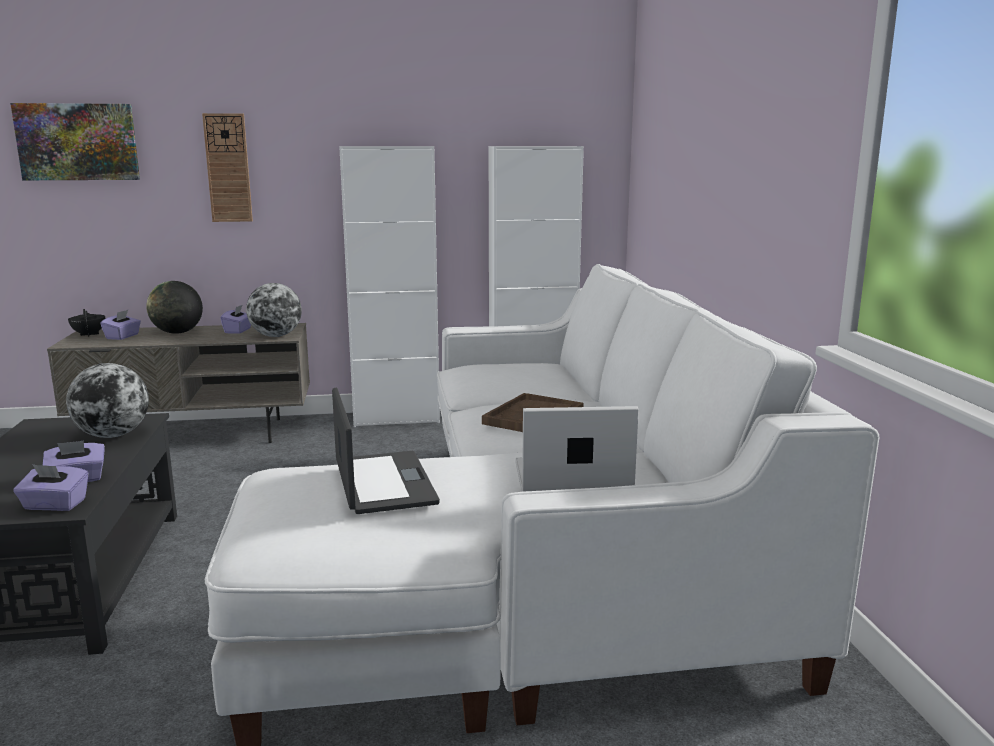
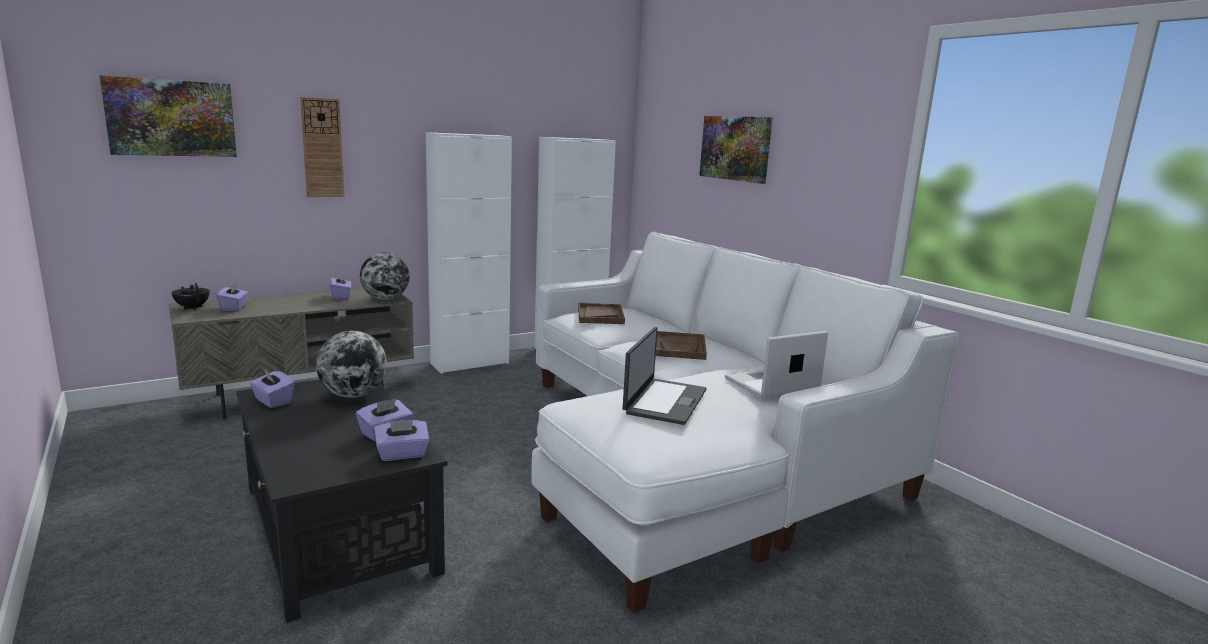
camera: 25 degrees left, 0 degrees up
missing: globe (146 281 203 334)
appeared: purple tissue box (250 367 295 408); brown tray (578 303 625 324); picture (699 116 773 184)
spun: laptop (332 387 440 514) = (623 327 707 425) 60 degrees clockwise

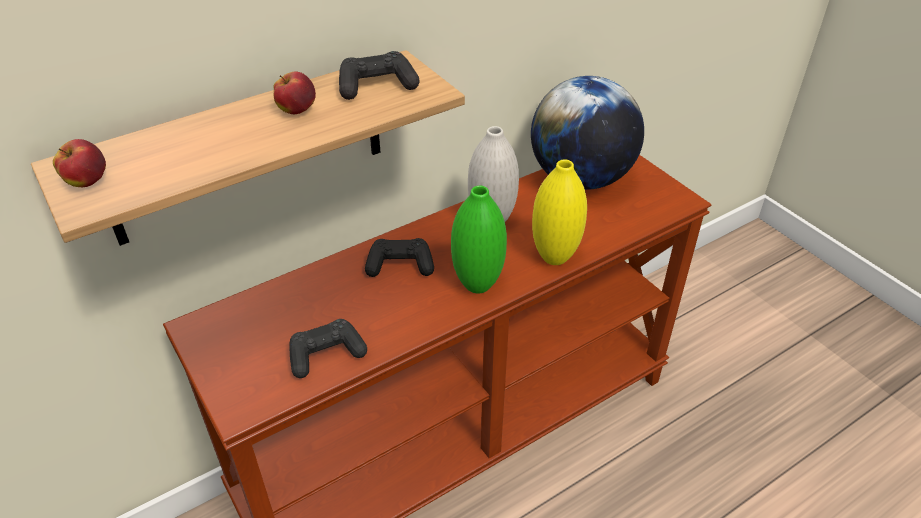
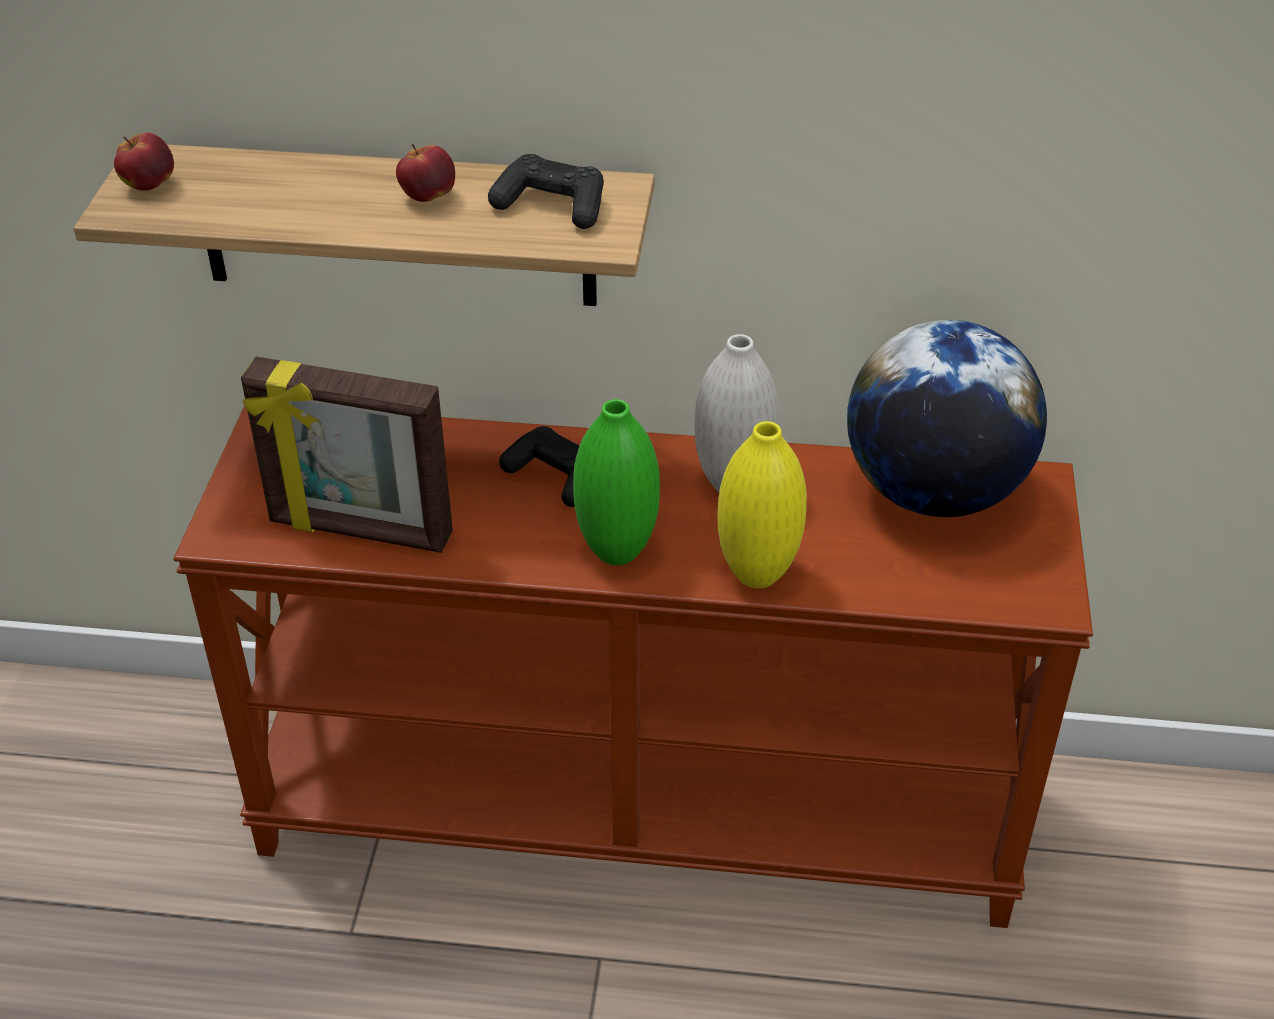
camera: 40 degrees right, 0 degrees up
exchanged: black game controller (289 319 367 378) to picture frame (241 357 453 553)

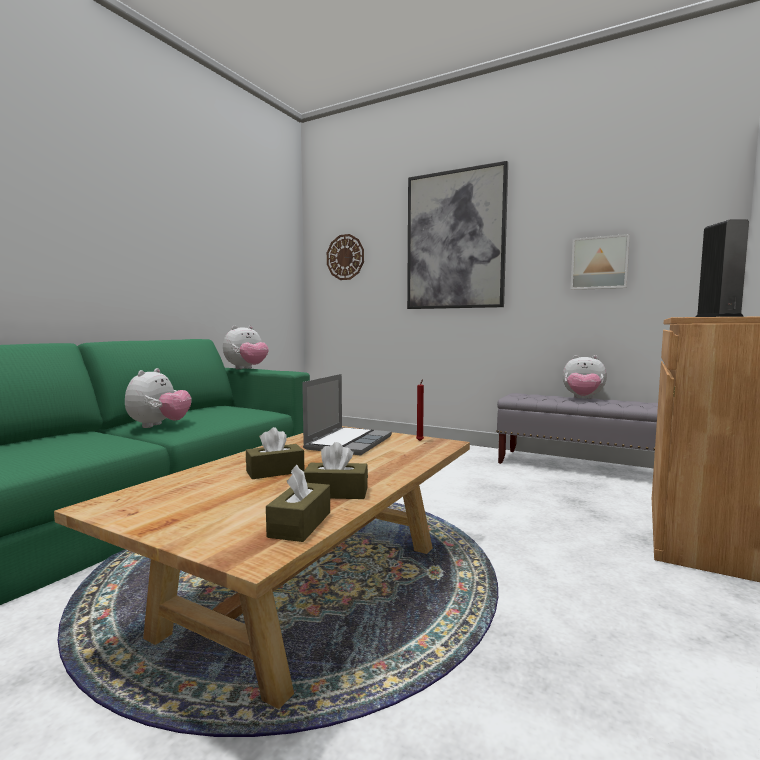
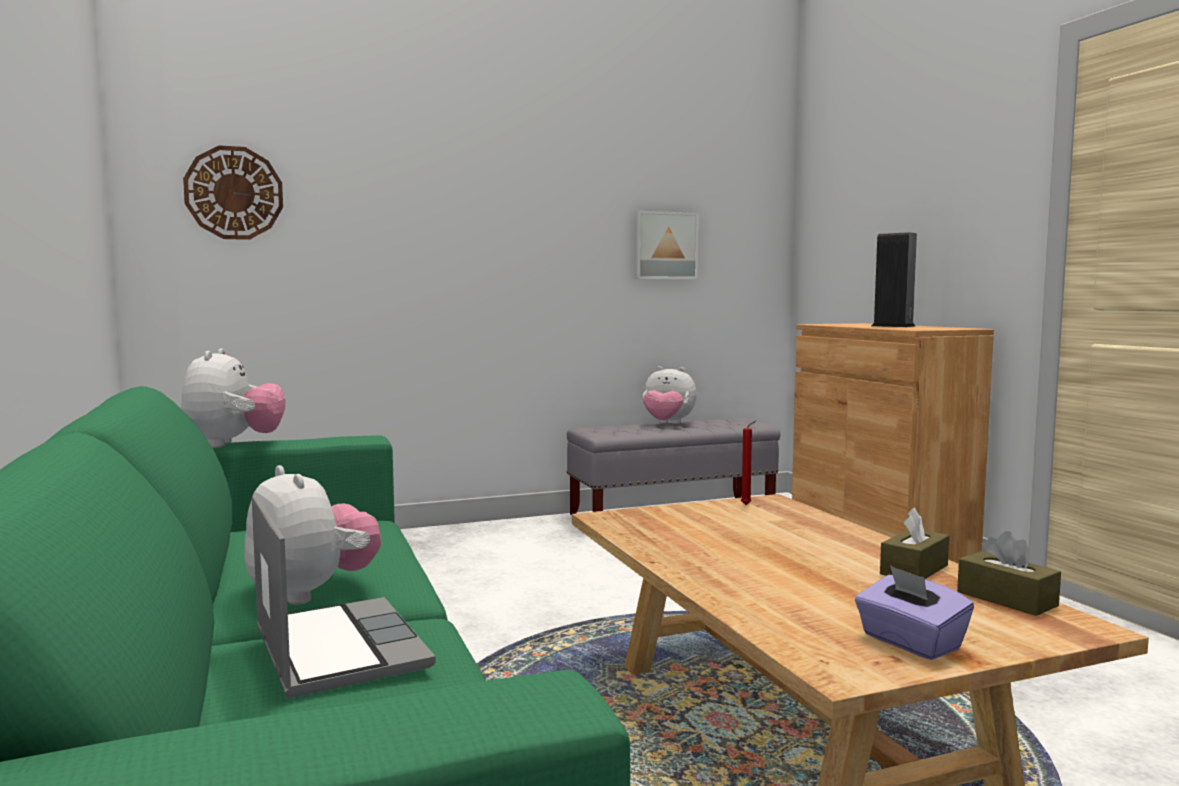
camera: 50 degrees left, 0 degrees up
missing: brown tissue box (246 427 304 479); picture (407 161 508 309)
appeared: purple tissue box (855 565 974 660)
relocated: laptop (302 374 392 455) to (252 495 436 698)
spun: plush toy (563 355 607 399) = (642 366 697 424) 45 degrees clockwise

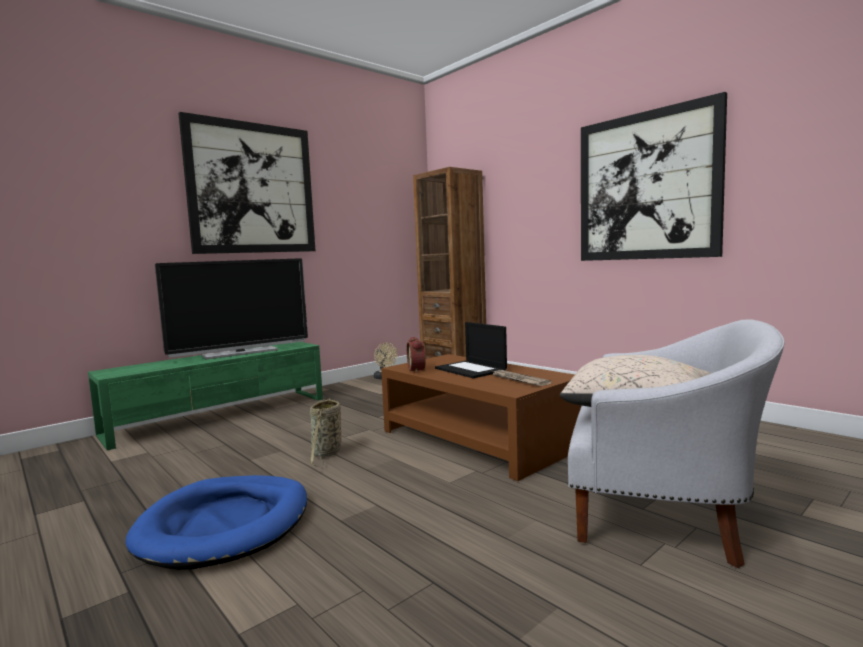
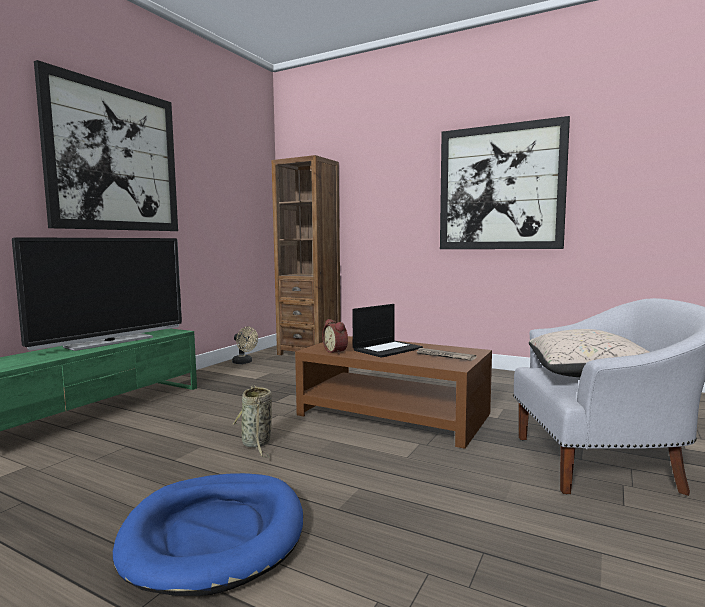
camera: 20 degrees left, 0 degrees up
spun: laptop (435 322 507 378) = (352 304 423 358) 75 degrees counterclockwise

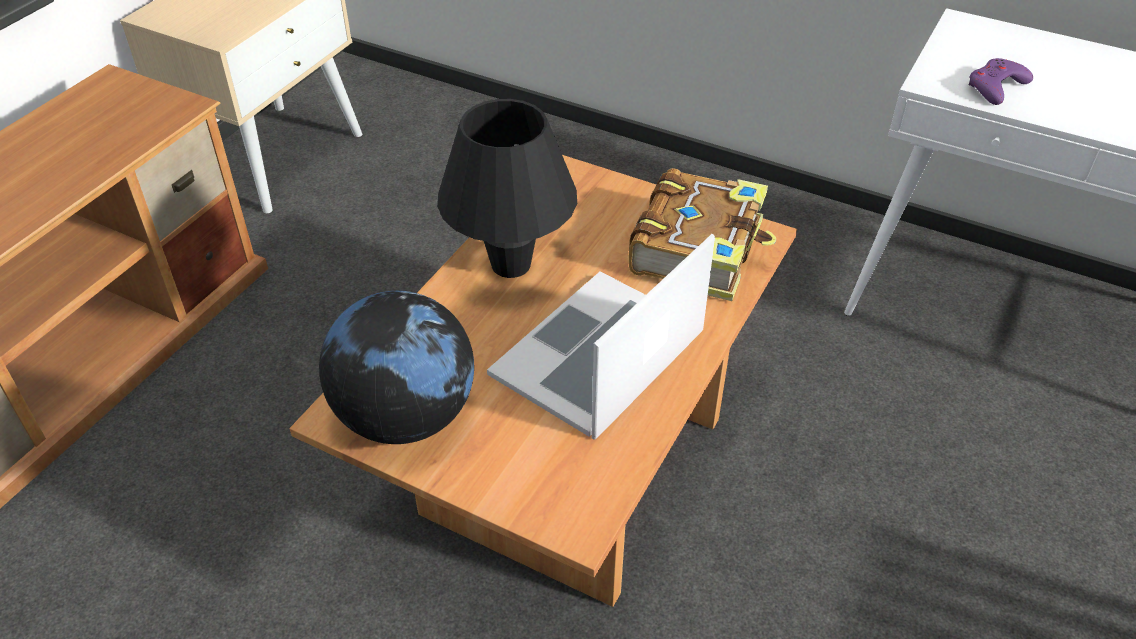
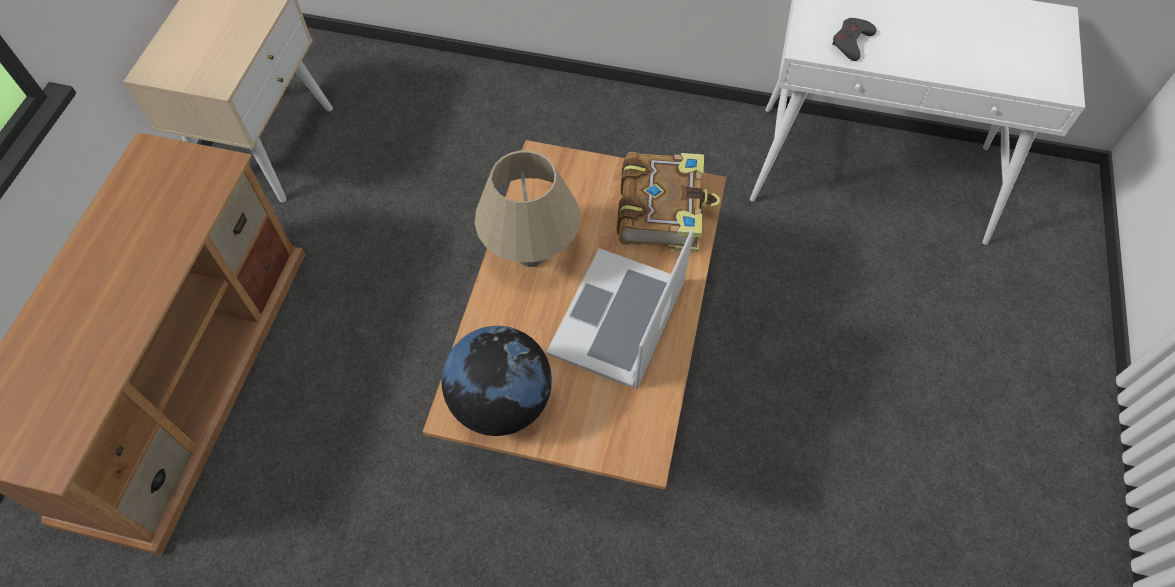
camera: 15 degrees left, 15 degrees up
colour: black table lamp (437 99 577 278) to beige table lamp (475 150 580 267); purple game controller (968 58 1033 105) to grey game controller (832 18 877 61)

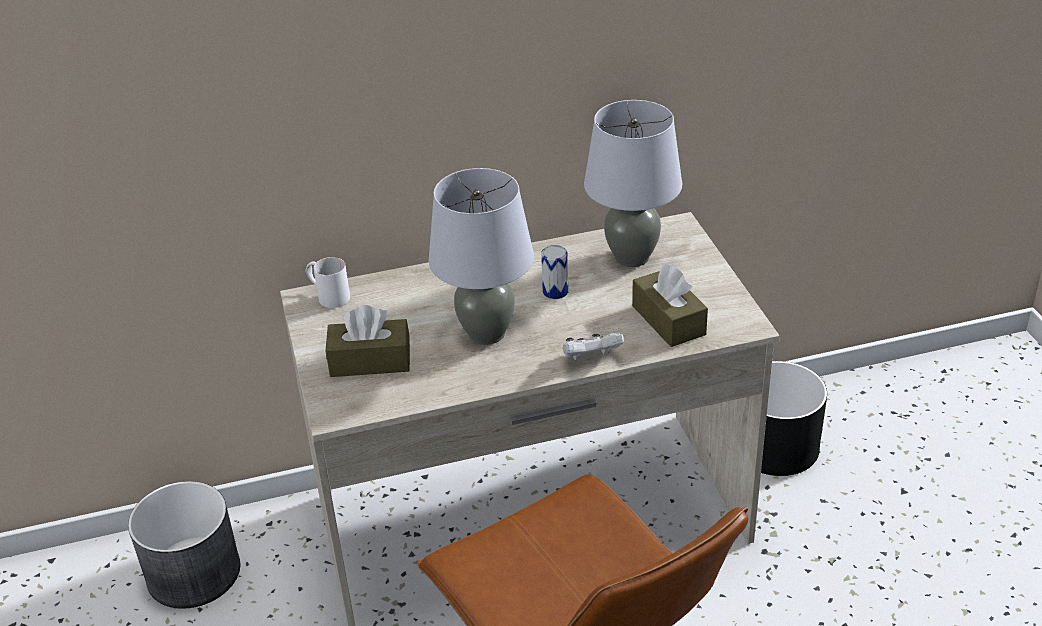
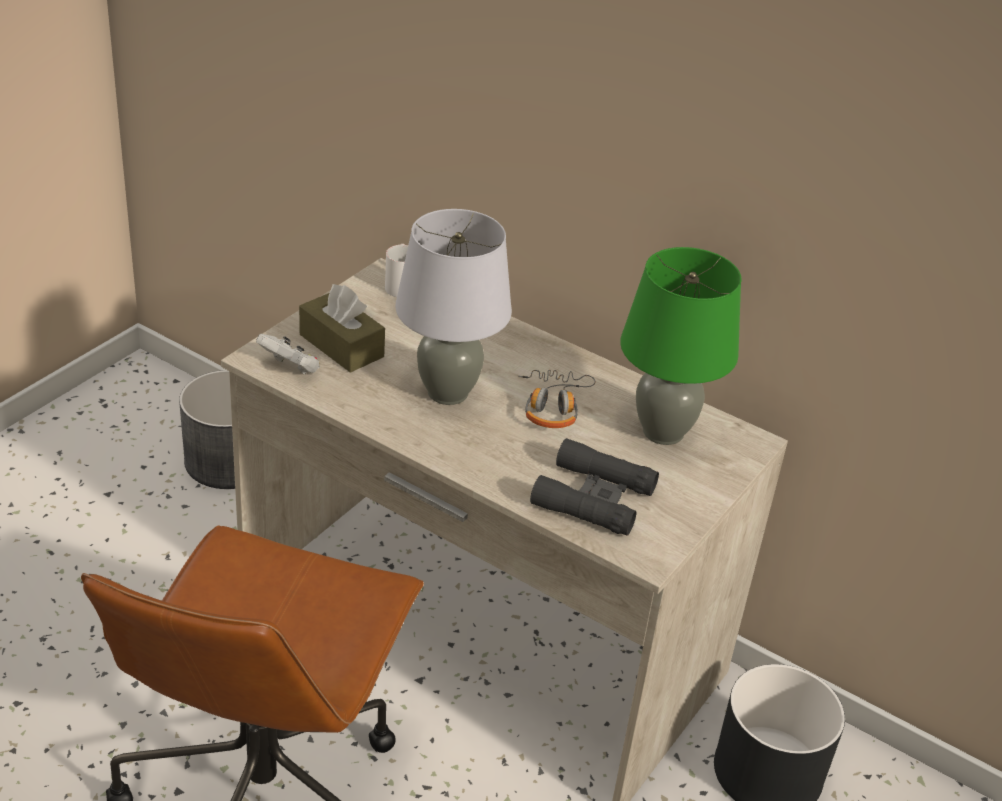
camera: 45 degrees right, 0 degrees up
relocated: white game controller (563 333 624 361) to (256 334 319 374)
exchanged: can (541 245 568 299) to headphones (518 370 596 428); brown tissue box (632 263 708 347) to black binoculars (530 438 659 536)
colour: grey table lamp (584 100 682 267) to green table lamp (620 247 742 445)

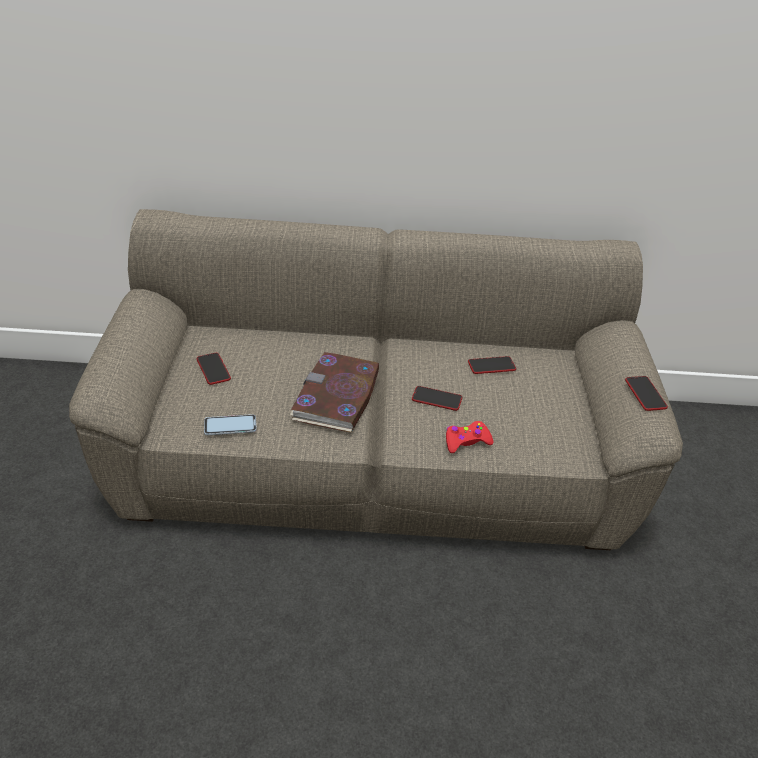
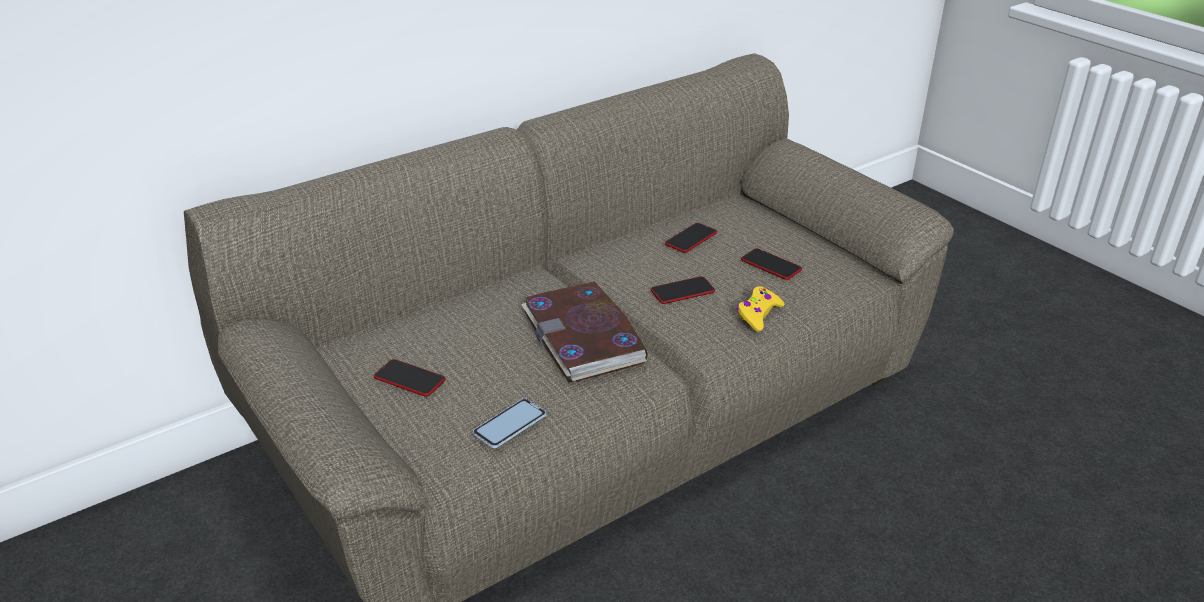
camera: 35 degrees left, 5 degrees down
relocated: phone (625 376 668 411) to (741 248 802 280)
colour: red game controller (446 421 493 453) to yellow game controller (736 286 785 331)

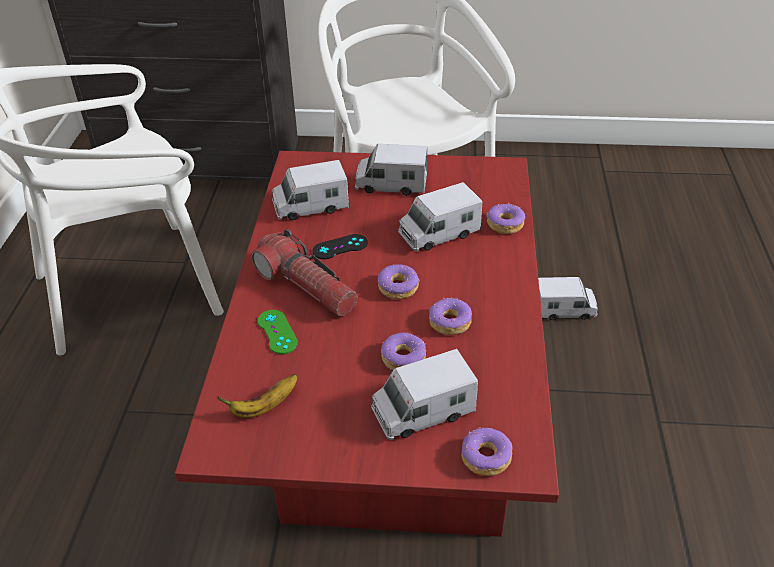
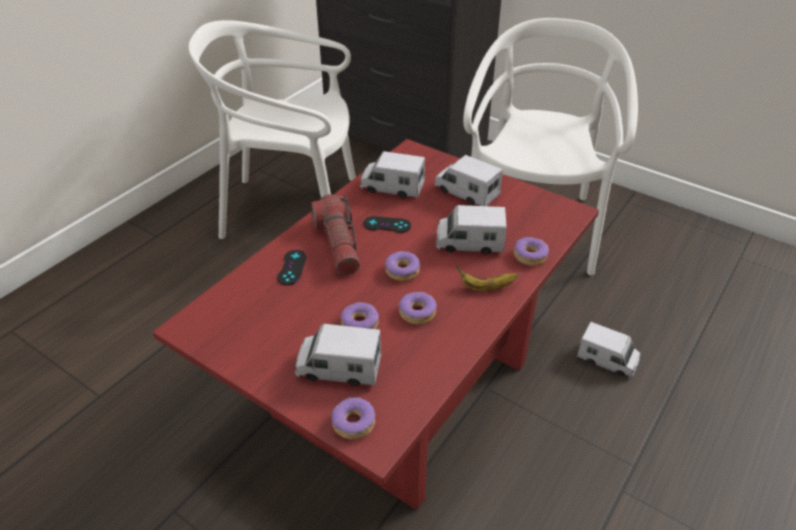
camera: 30 degrees right, 0 degrees up
relocated: banana (217 374 298 418) to (456 266 518 291)
colour: green game controller (258 310 298 354) to black game controller (277 250 307 285)

